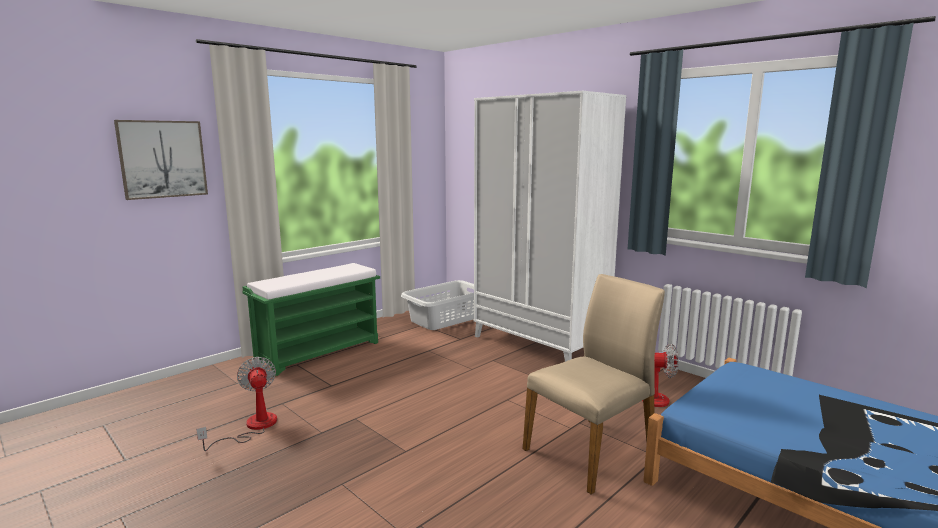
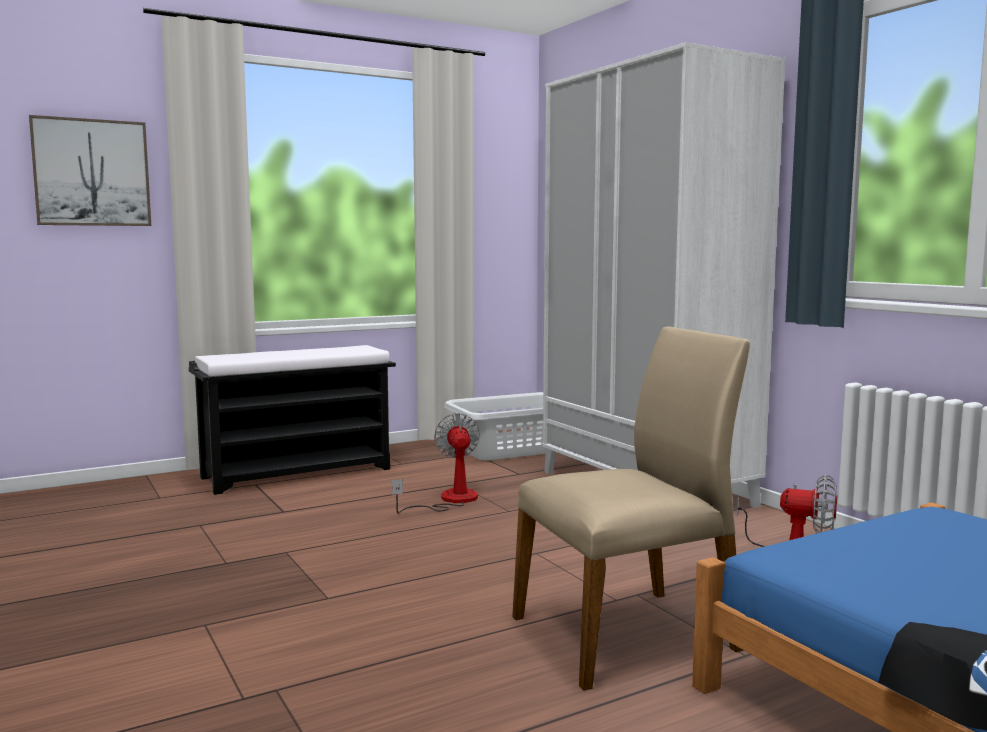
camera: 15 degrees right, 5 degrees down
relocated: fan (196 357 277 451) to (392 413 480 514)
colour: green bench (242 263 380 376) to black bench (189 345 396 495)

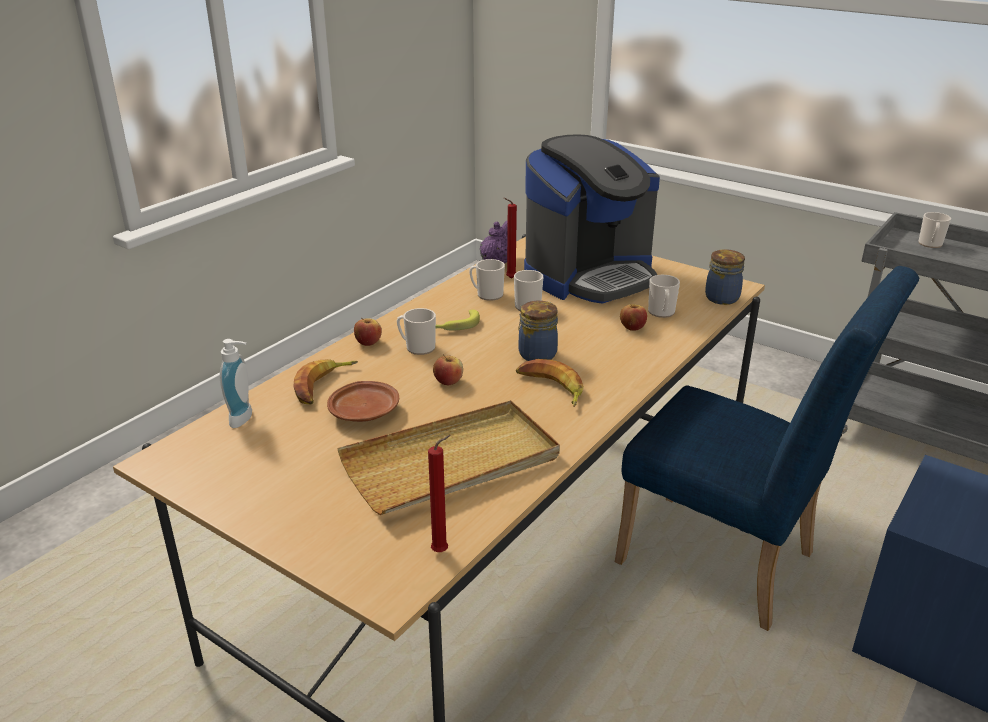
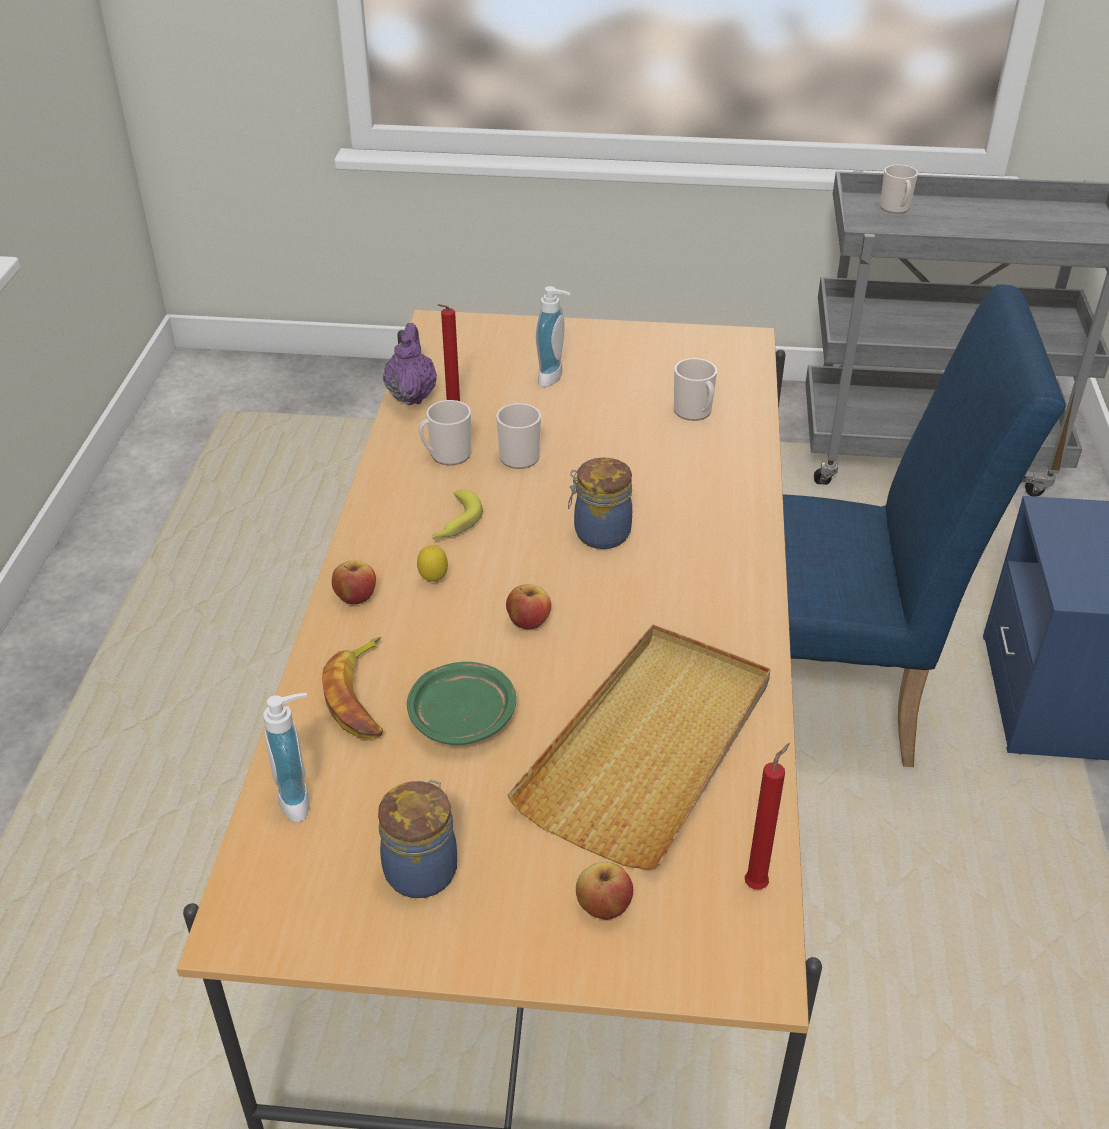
camera: 30 degrees left, 10 degrees up
missing: banana (516 359 584 407)
relocated: apple (620 304 647 331) to (576 862 633 920); jar (705 249 745 305) to (378 780 457 898)
exchanged: mug (397 308 436 355) to lemon (417 545 448 582); coffee machine (524 134 660 304) to soap dispenser (536 286 570 387)
colour: brown plate (327 381 399 422) to green plate (407 662 516 745)

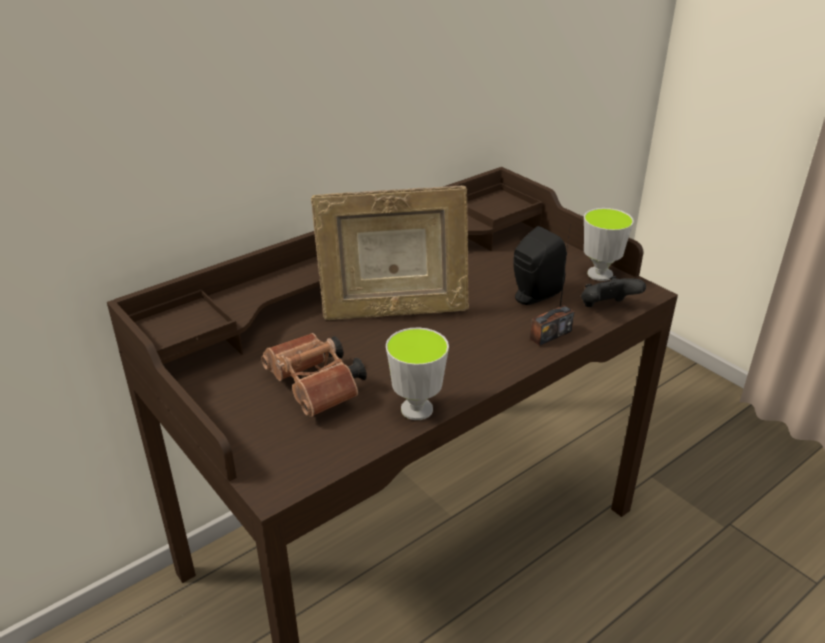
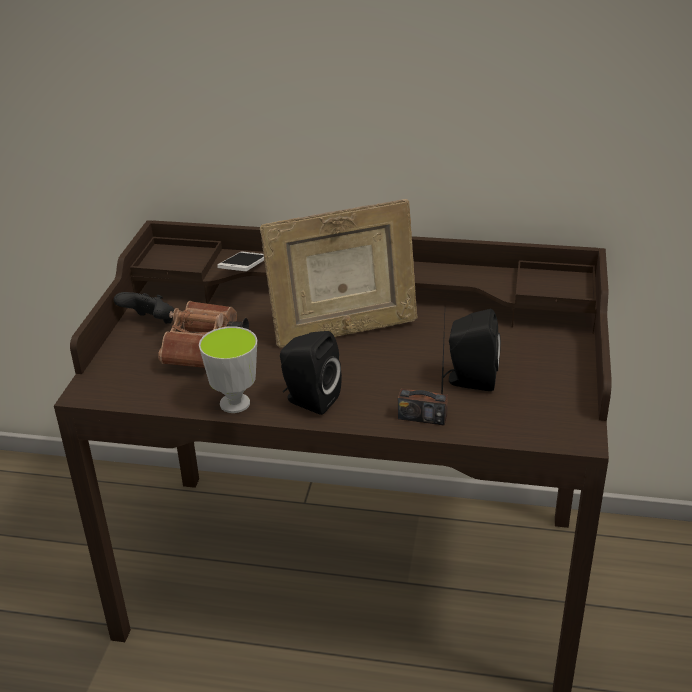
camera: 50 degrees right, 0 degrees up
missing: cup (584 208 634 281)
appeared: phone (217 251 264 271); black speaker (280 331 342 415)
relocated: black game controller (581 276 646 307) to (114 292 174 324)
spun: picture frame (311 186 469 320) = (260 199 417 348) 60 degrees counterclockwise

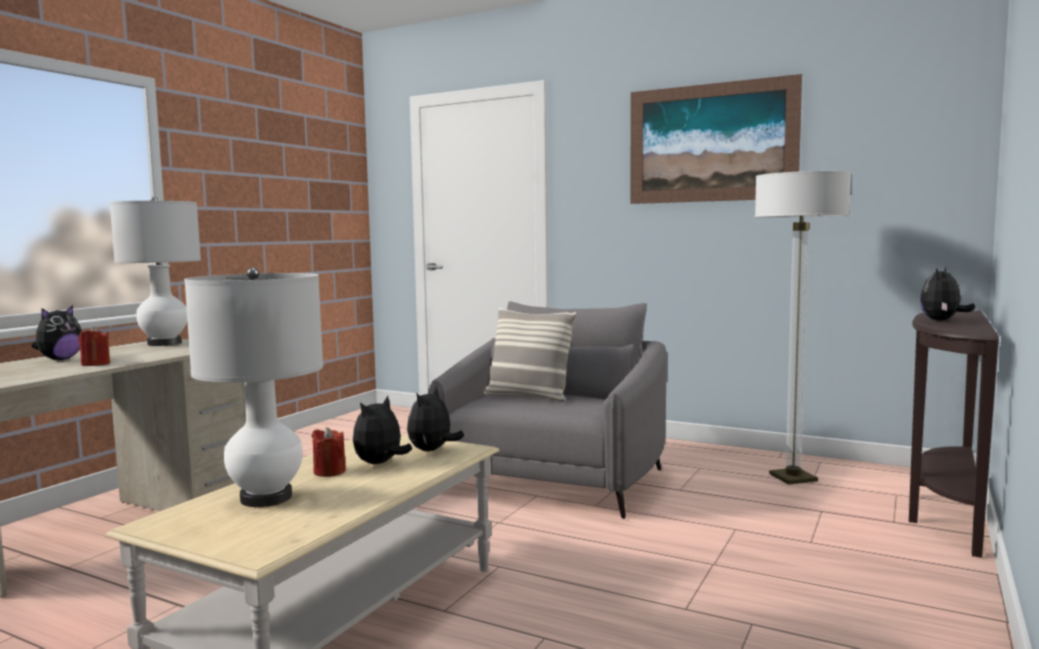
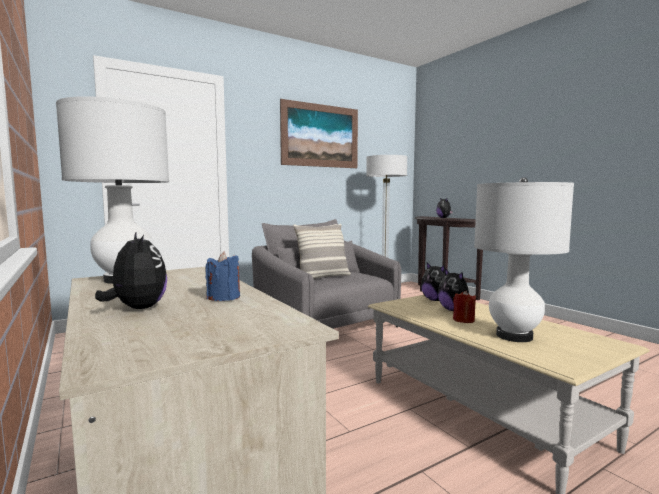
camera: 60 degrees left, 0 degrees up
colour: red candle (78 327 110 366) to blue candle (205 251 240 301)

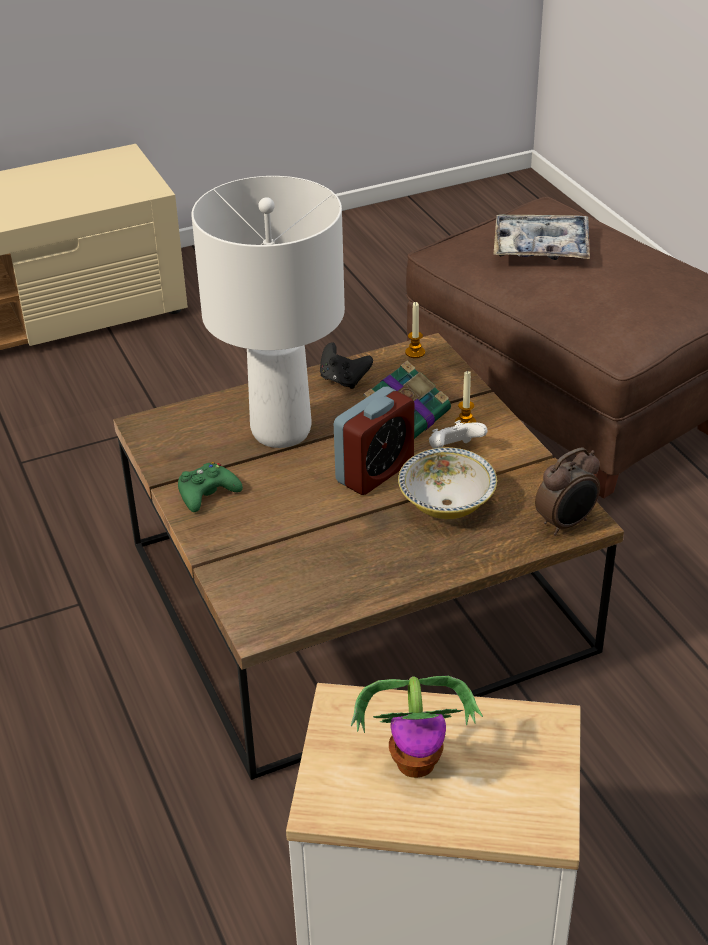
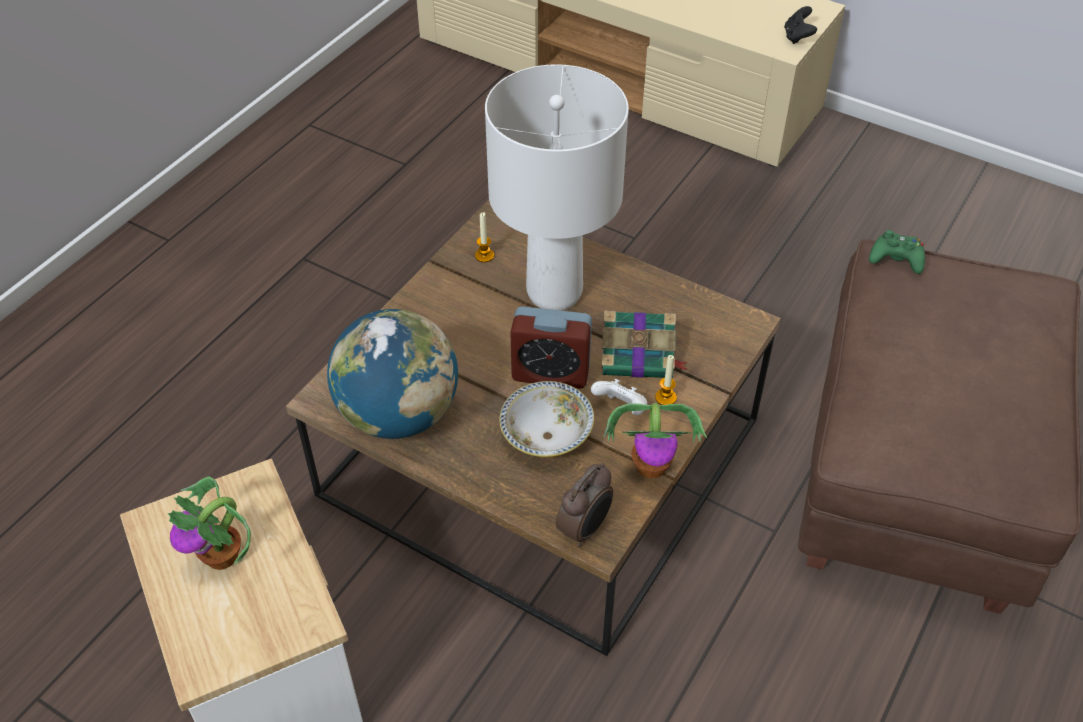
camera: 55 degrees right, 10 degrees up
missing: tray (493 214 590 260)
appeared: globe (327 309 458 439); potted plant (604 403 707 479)
relocated: green game controller (178 462 243 512) to (869 230 925 274); black game controller (320 342 373 389) to (784 6 817 44); candle (405 302 425 358) to (475 212 494 263)
spun: alarm clock (535 447 600 536) = (556 463 613 547) 75 degrees counterclockwise

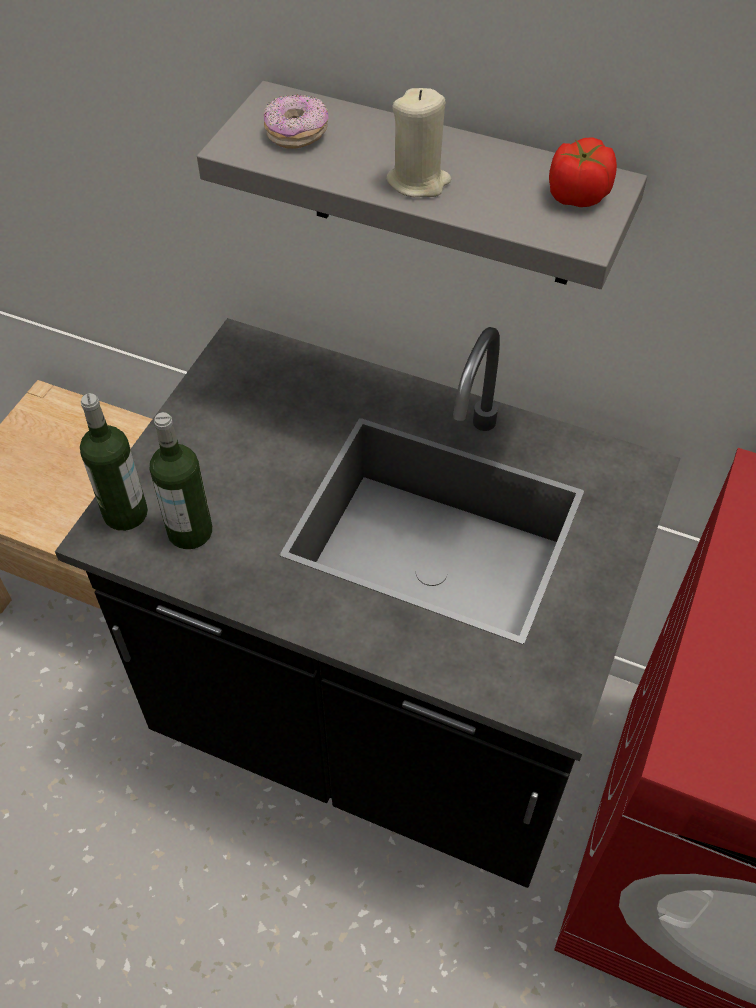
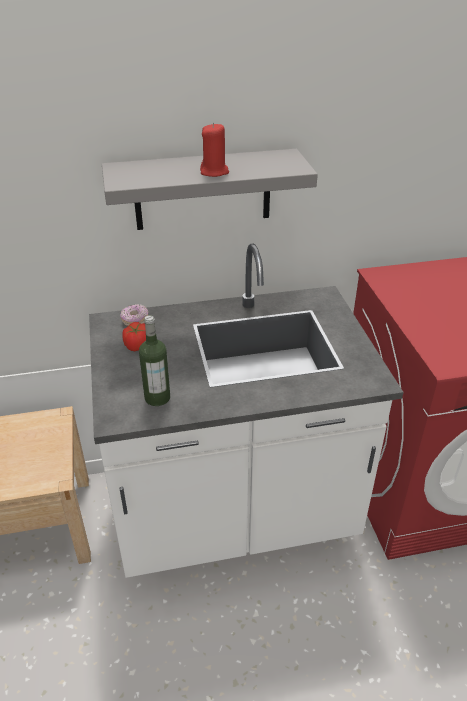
camera: 35 degrees left, 15 degrees down
missing: bottle (80 393 148 531)
relocated: donut (264 94 328 149) to (120 304 148 326); tomato (549 137 617 207) to (122 322 146 351)
colour: black counter (55 318 681 888) to white counter (89 244 404 578); beige candle (386 88 451 197) to red candle (200 123 229 177)

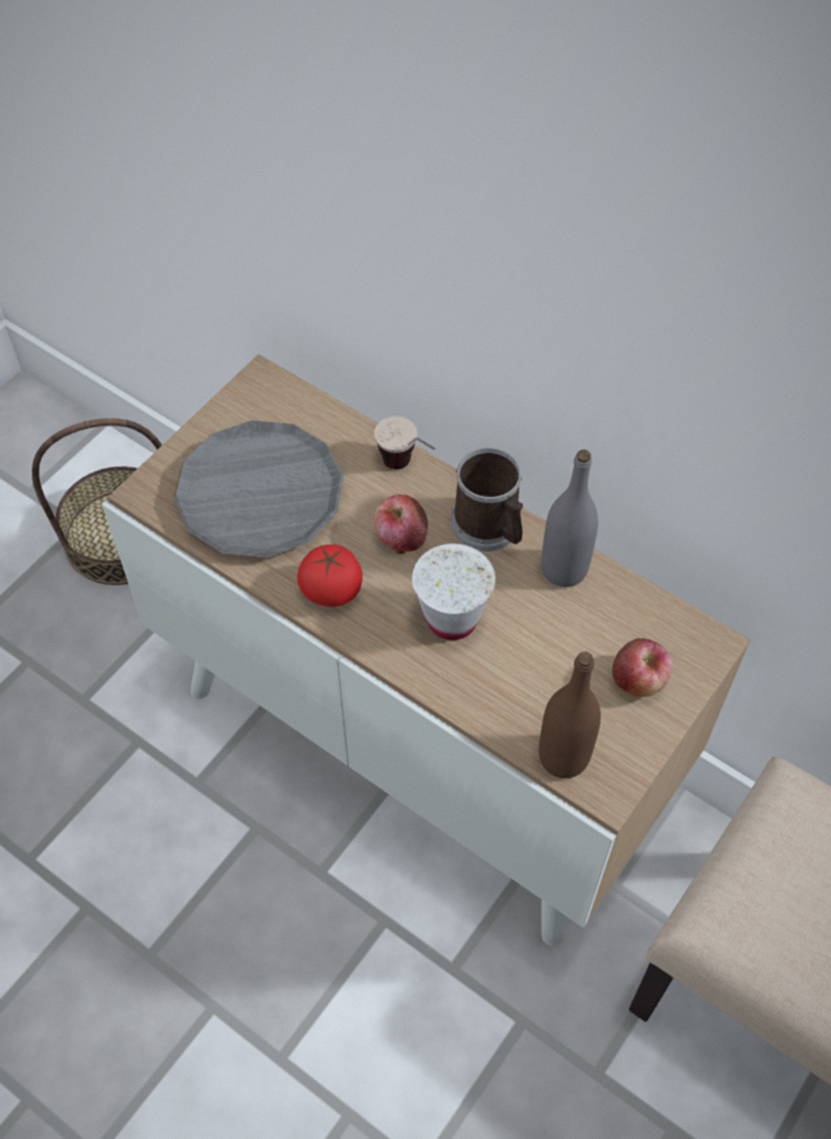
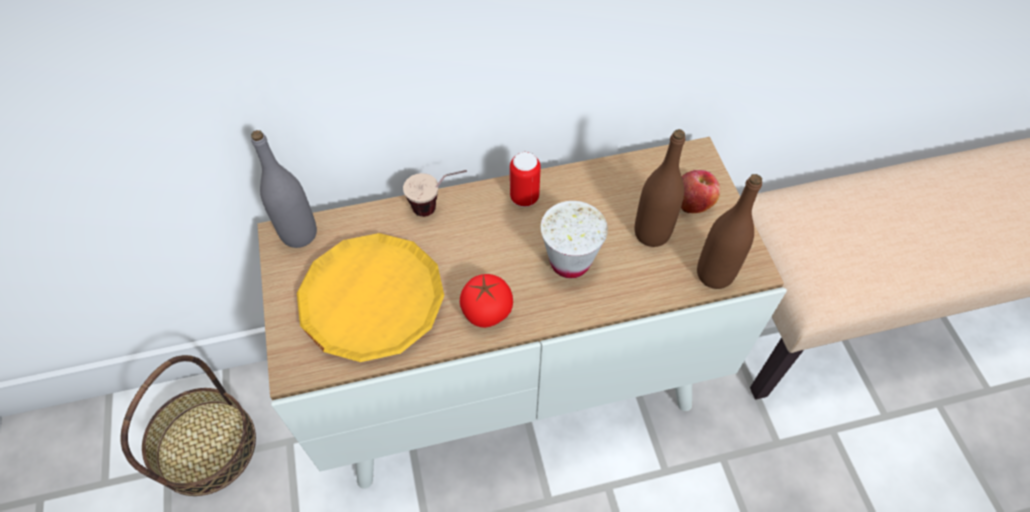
camera: 50 degrees left, 0 degrees up
missing: apple (374 494 428 554)
appeared: brown bottle (635 129 685 247)
relocated: grey bottle (541 449 598 587) to (251 130 317 248)
exchanged: mug (451 447 523 551) to can (510 152 541 207)
colour: grey plate (174 420 344 557) to yellow plate (297 233 444 362)

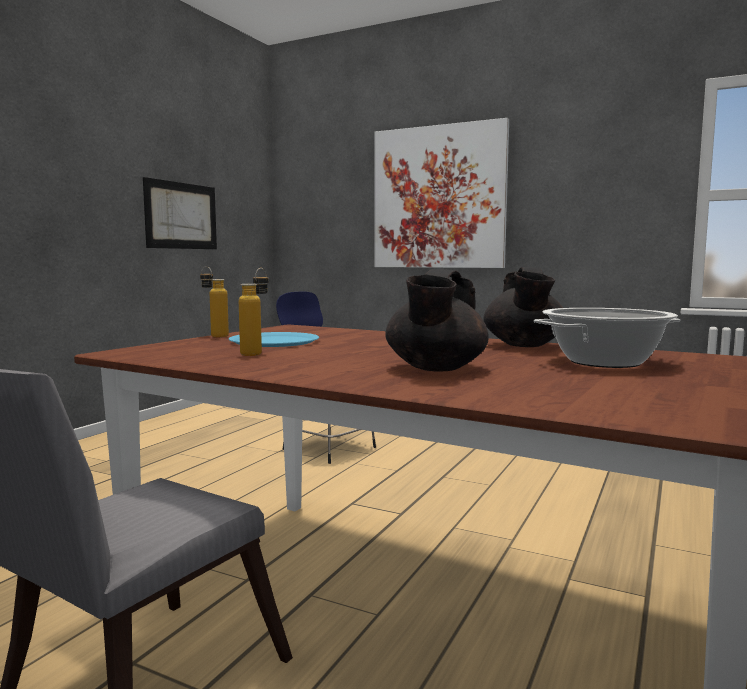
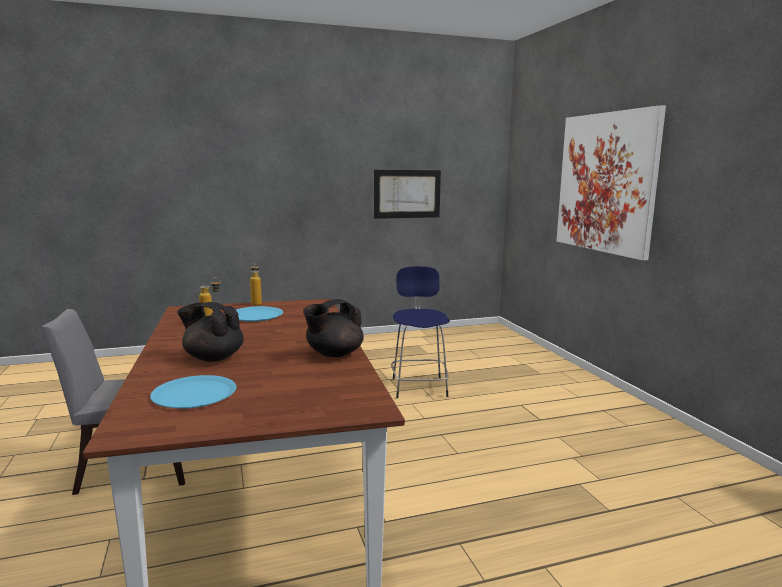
camera: 45 degrees right, 5 degrees up
missing: cooking pot (534 308 680 368)
appeared: blue plate (150 375 236 409)
spun: black teapot (385 269 489 371) = (177 302 244 362) 45 degrees clockwise

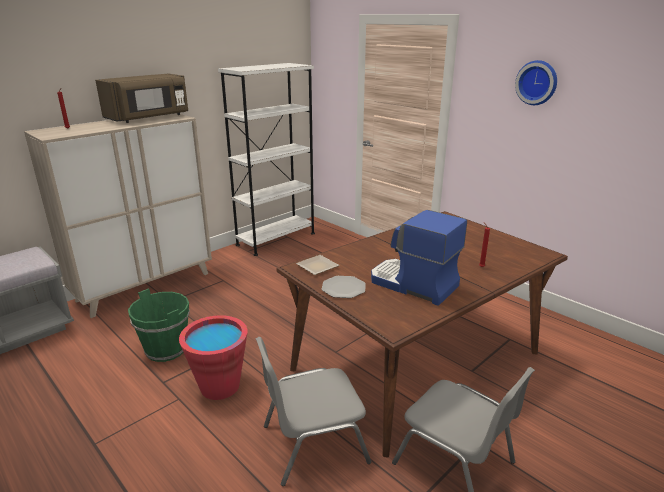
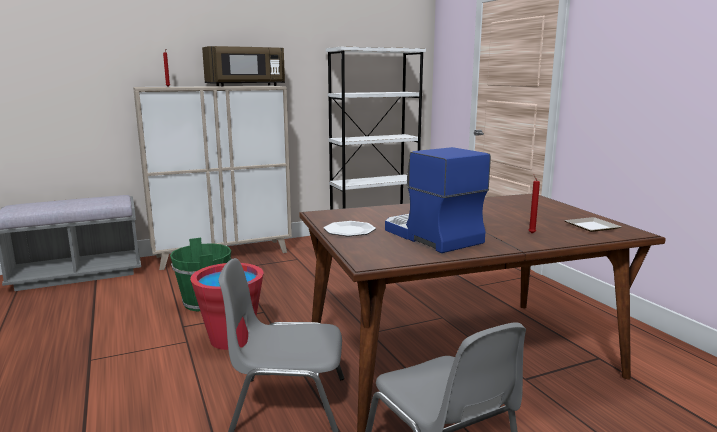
camera: 20 degrees right, 10 degrees down
missing: wall clock (515 60 557 105)
relocated: plate (296 255 339 275) to (564 217 621 232)

